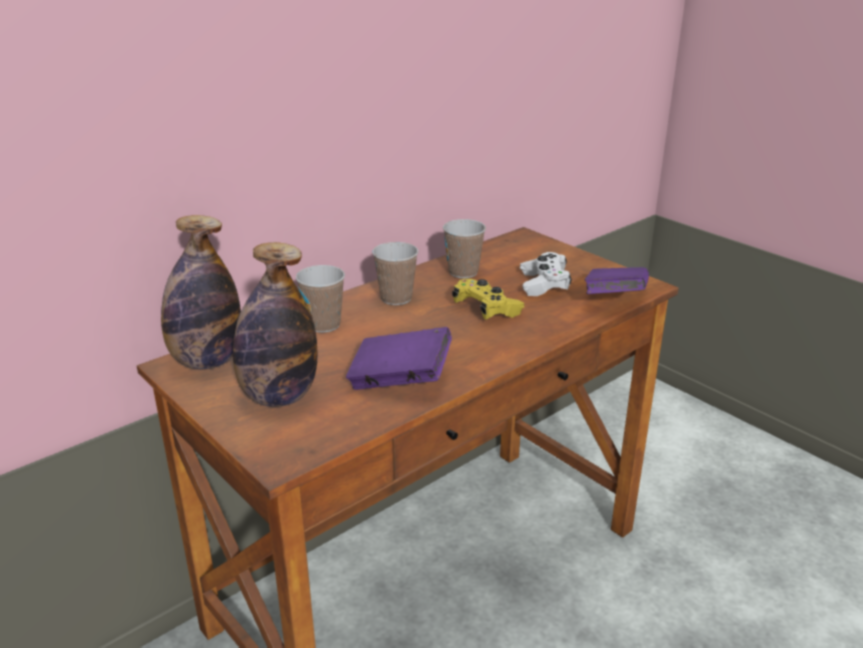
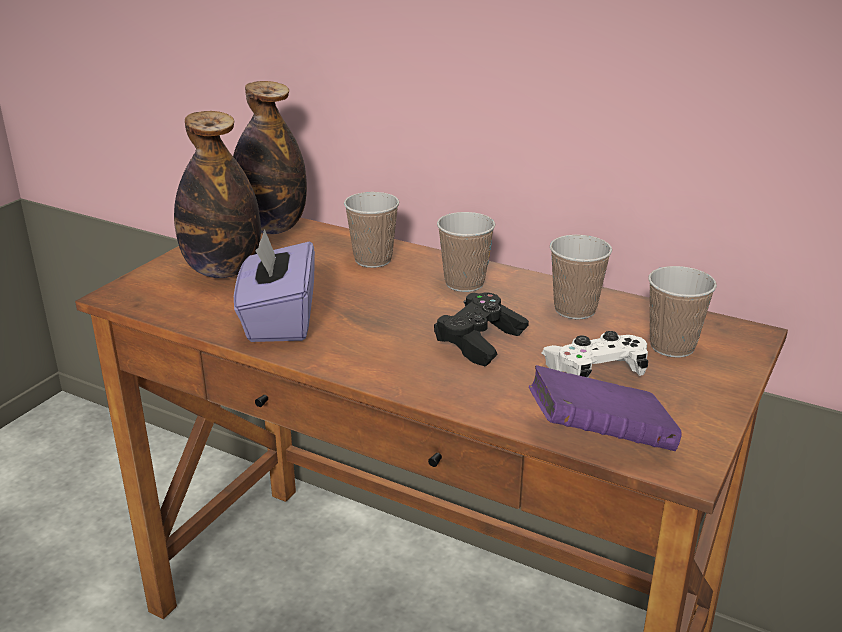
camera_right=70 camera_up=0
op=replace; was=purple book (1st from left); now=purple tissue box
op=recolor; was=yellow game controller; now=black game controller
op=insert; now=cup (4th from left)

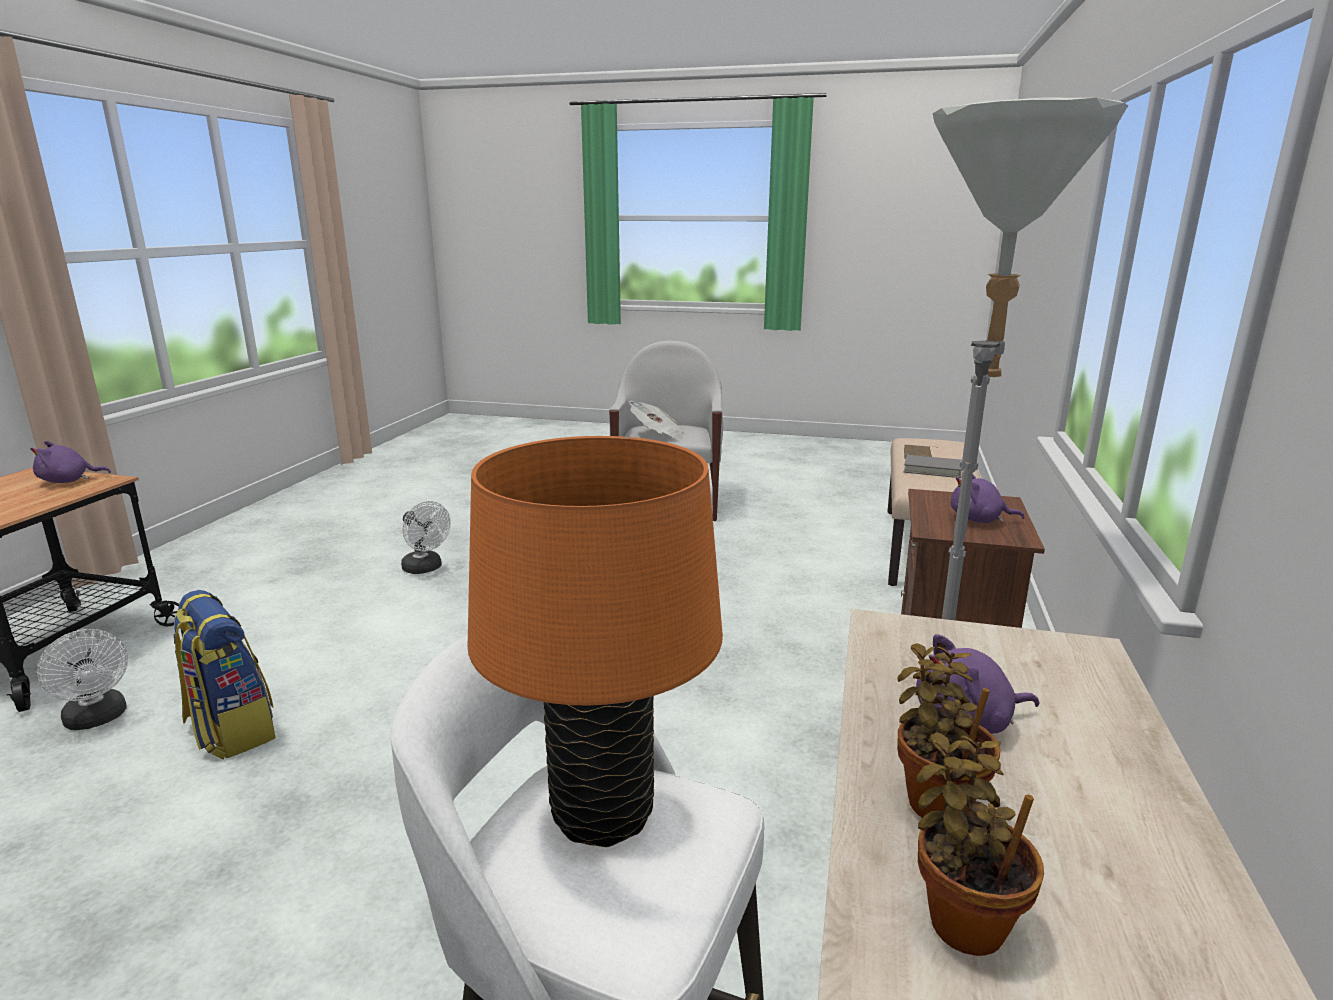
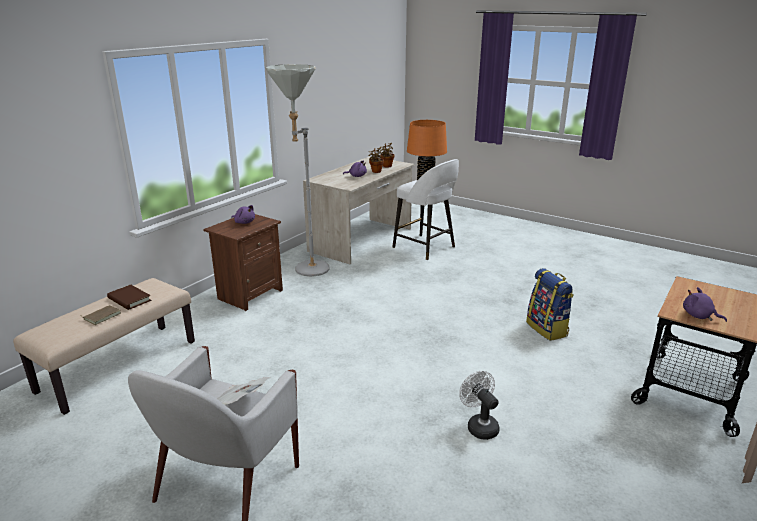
camera_right=-160 camera_up=5
op=recolor; was=grey book; now=brown book (2nd from left)
op=rotate; was=purple plush toy (1st from left in the first image); clockwise=-135
op=delete; was=white fan (1st from left)

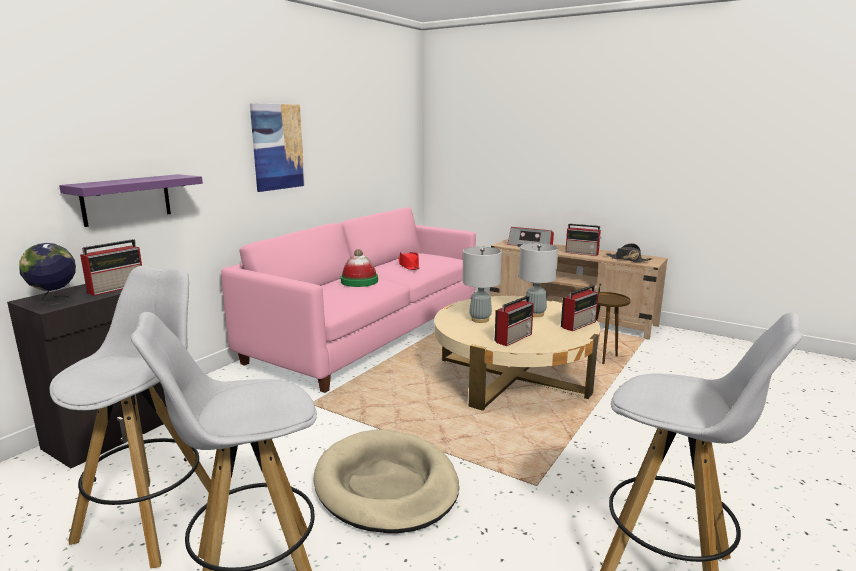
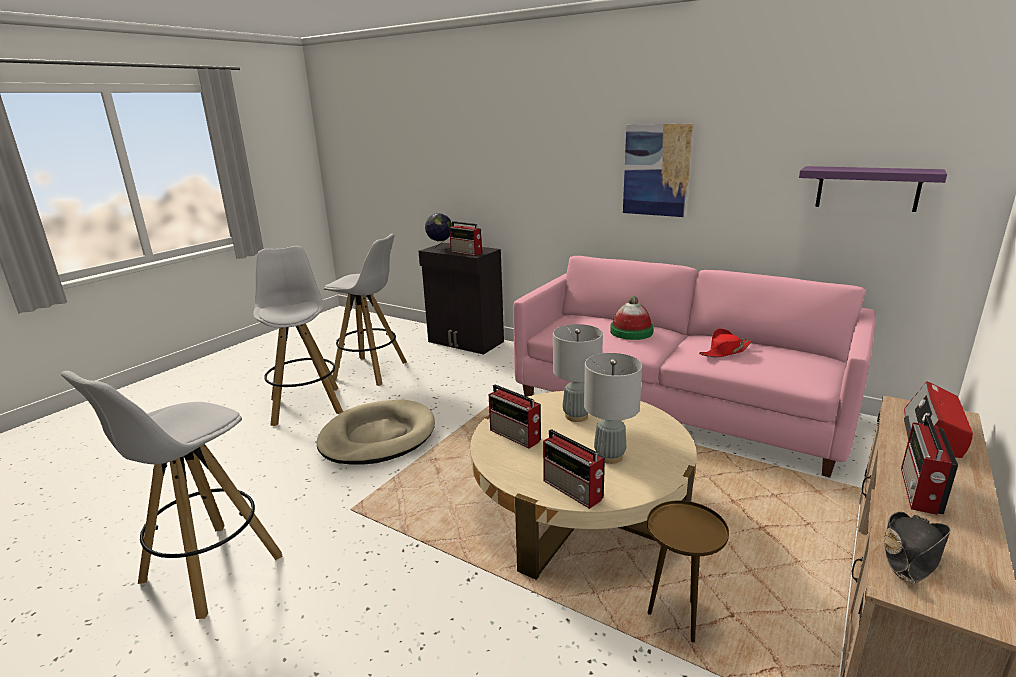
camera_right=90 camera_up=5
op=move; was=purple shelf

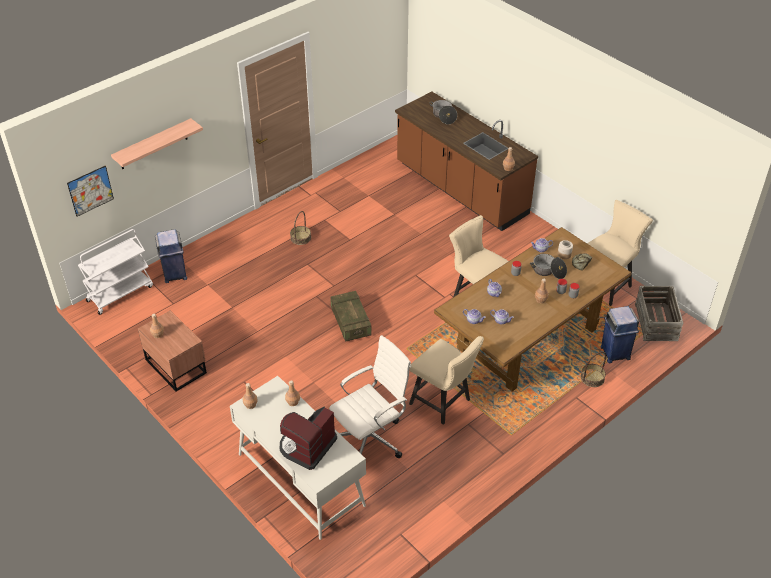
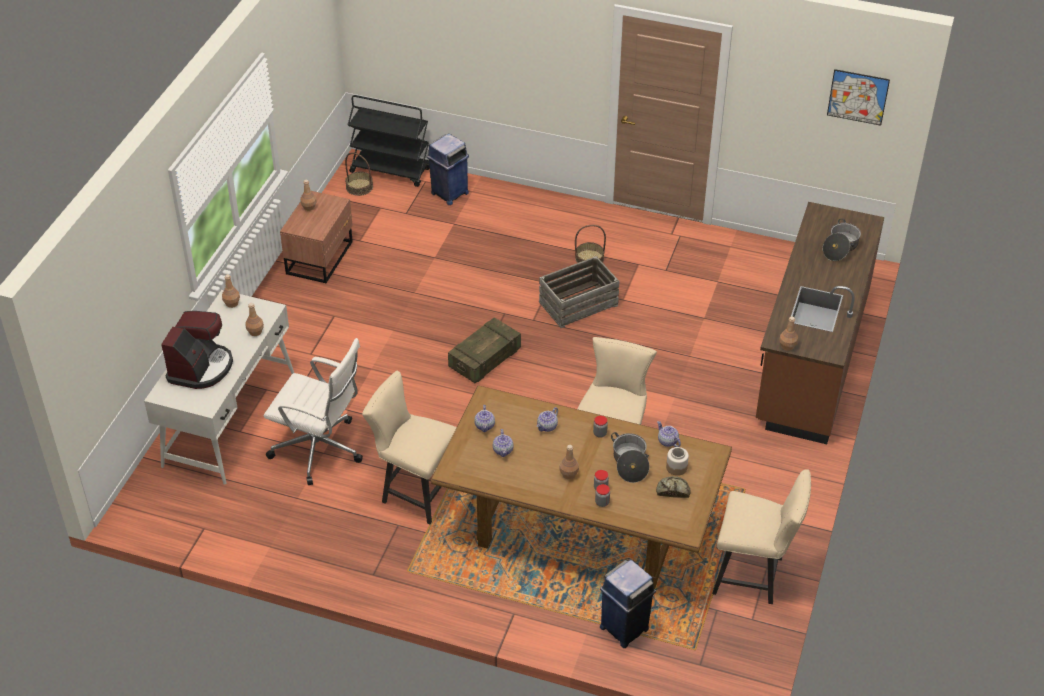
camera_right=60 camera_up=0
op=rotate; was=coffee machine; clockwise=105
op=move; was=basket (2nd from left in the first image); now=basket (1st from left)
op=recolor; was=white cart; now=black cart
op=rotate; was=beige chair (1st from left); clockwise=105
op=move; was=crate (2nd from left)
op=move; was=picture
op=delete; was=shelf

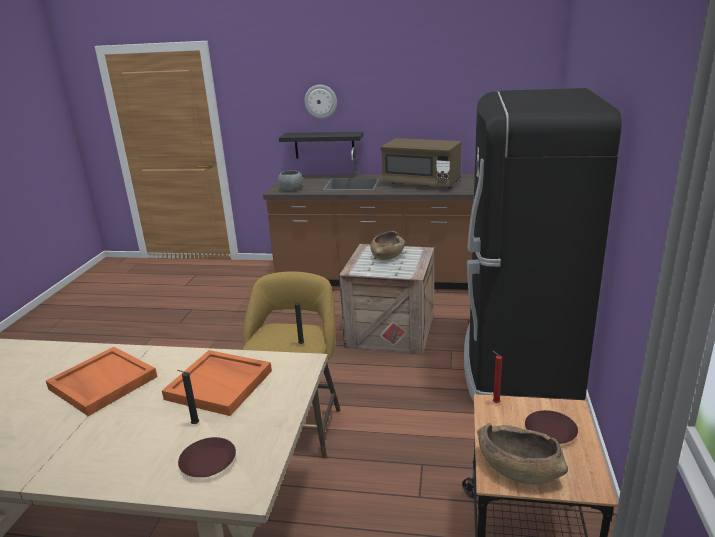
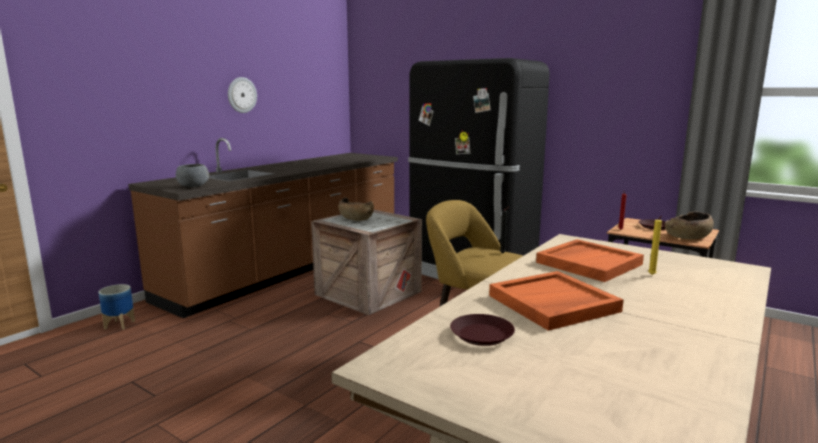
camera_right=-65 camera_up=-10
op=insert; now=planter
op=move; was=wall clock
op=move; was=brown plate (1st from left)
op=recolor; was=black candle (1st from left); now=yellow candle
op=delete; was=black shelf
op=delete; was=brown microwave

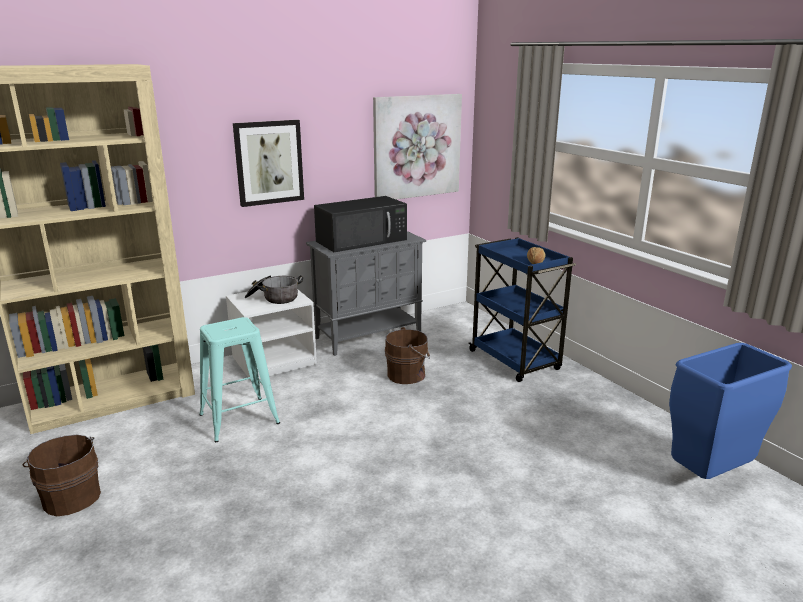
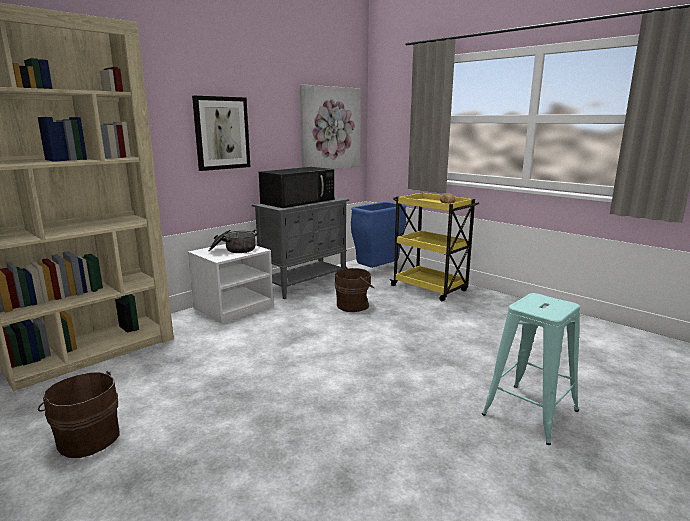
camera_right=-15 camera_up=-5
op=move; was=blue trash can
op=recolor; was=blue cart; now=yellow cart
op=move; was=turquoise stool

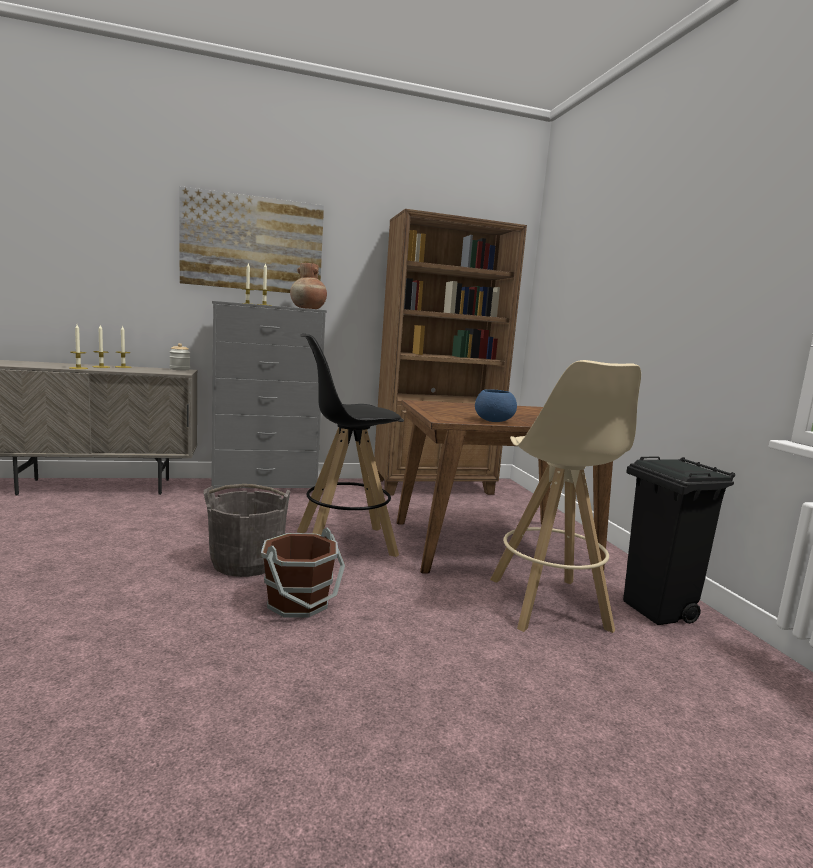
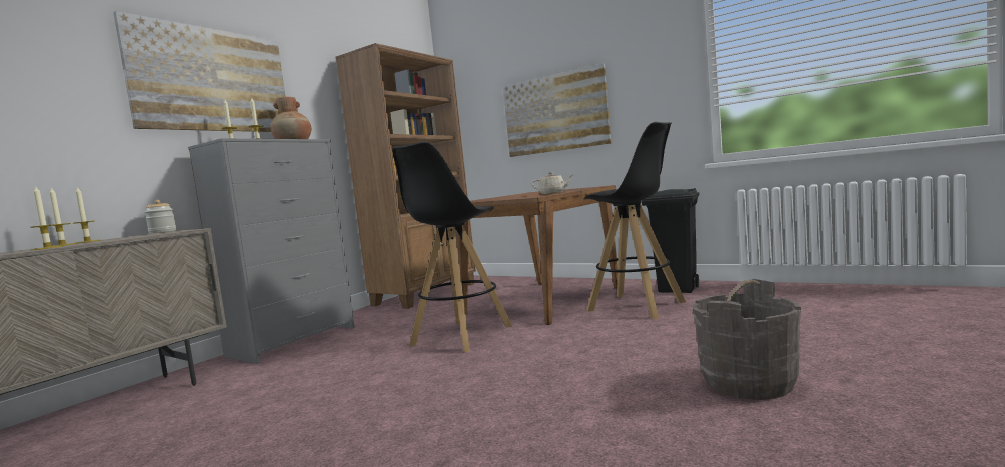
camera_right=-40 camera_up=-5
op=insert; now=picture (2nd from left)
op=replace; was=blue bowl; now=beige teapot
op=recolor; was=beige stool; now=black stool (2nd from left)
op=move; was=grey bucket
op=delete; was=brown bucket

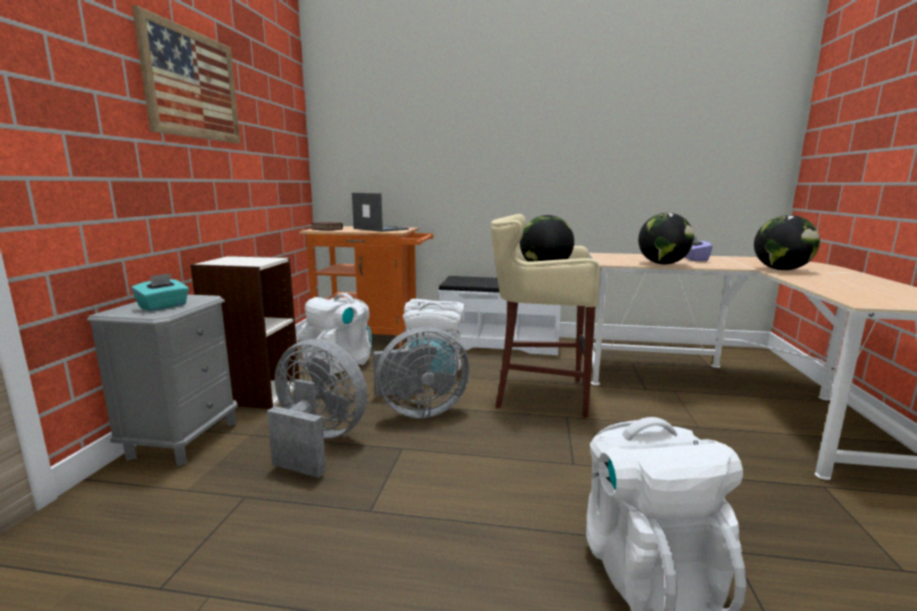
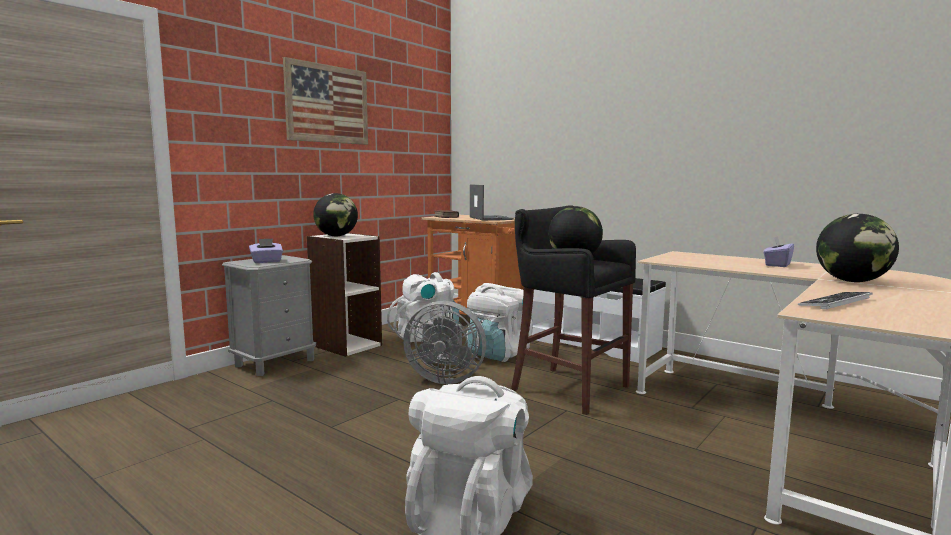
camera_right=30 camera_up=-5
op=recolor; was=turquoise tissue box; now=purple tissue box (1st from left)
op=move; was=globe (2nd from left in the first image); now=globe (1st from left)
op=recolor; was=beige stool; now=black stool
op=insert; now=keyboard
op=delete; was=grey fan (1st from left)

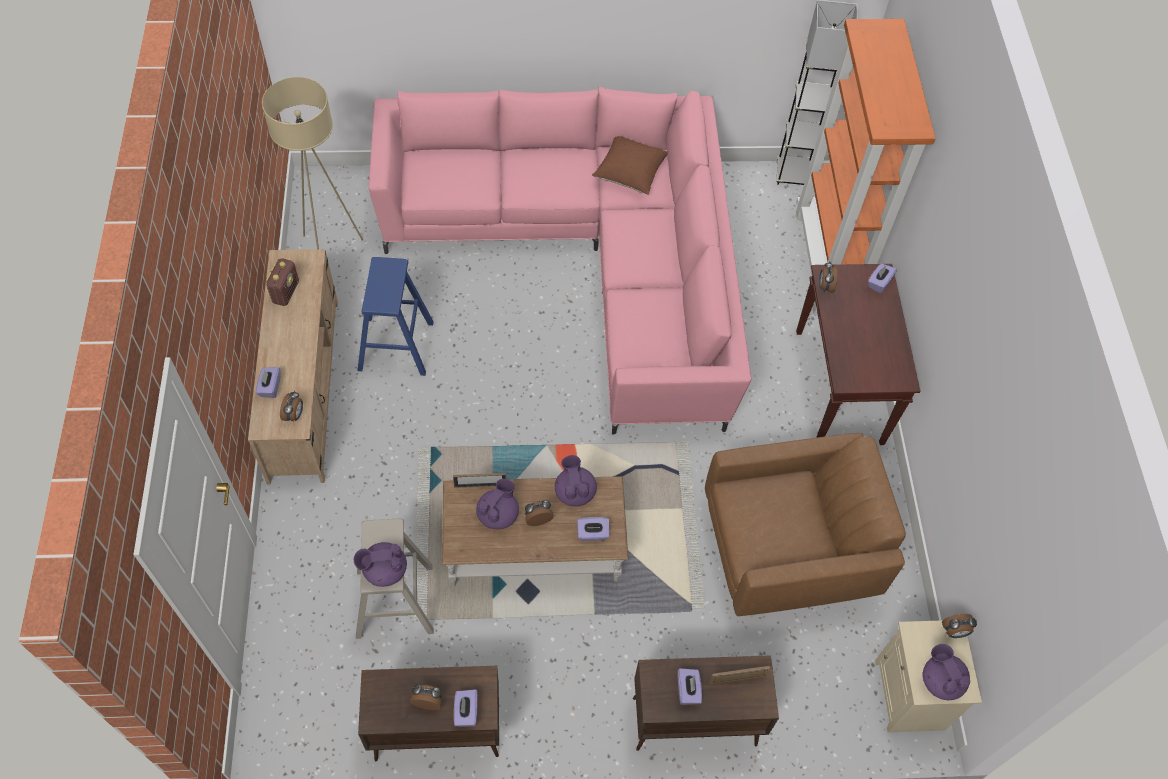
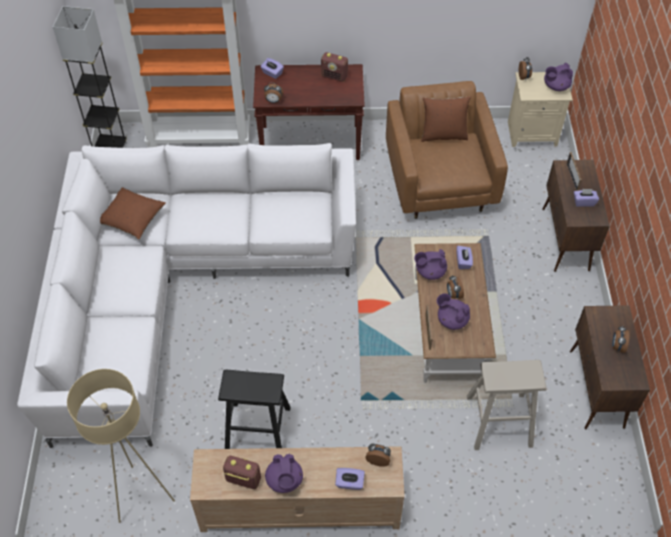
camera_right=-85 camera_up=-5
op=recolor; was=pink sofa; now=white sofa
op=recolor; was=blue stool; now=black stool
op=move; was=purple teapot (1st from left)
op=insert; now=radio (2nd from left)
op=insert; now=brown pillow (2nd from left)
op=delete; was=purple tissue box (2nd from left)

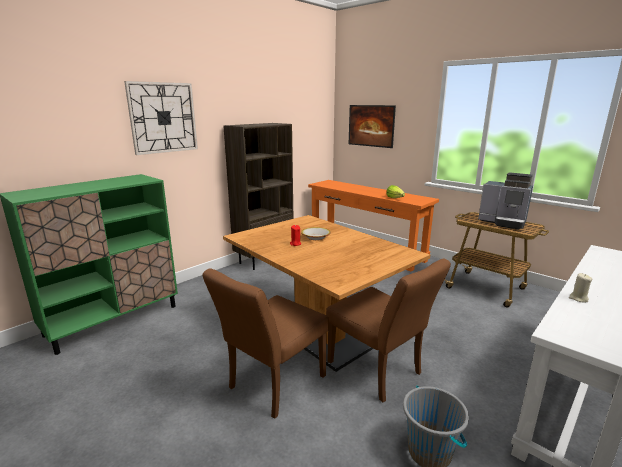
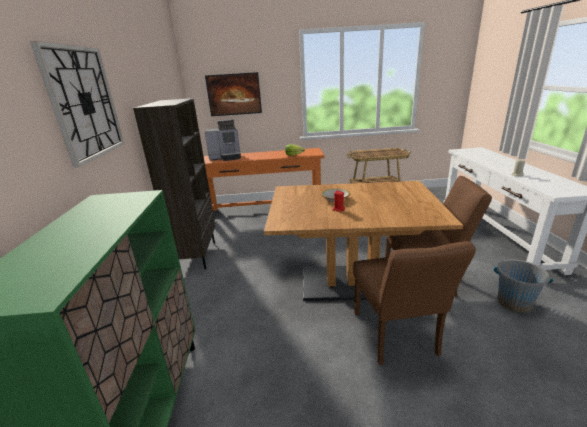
camera_right=-45 camera_up=5
op=move; was=coffee machine

